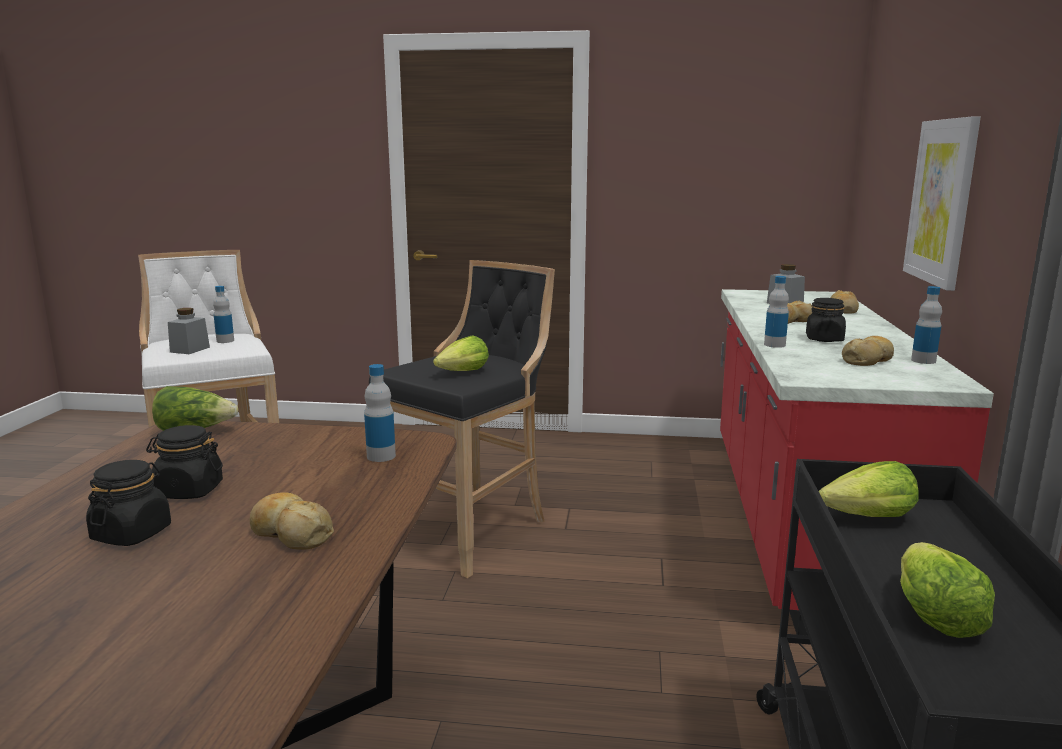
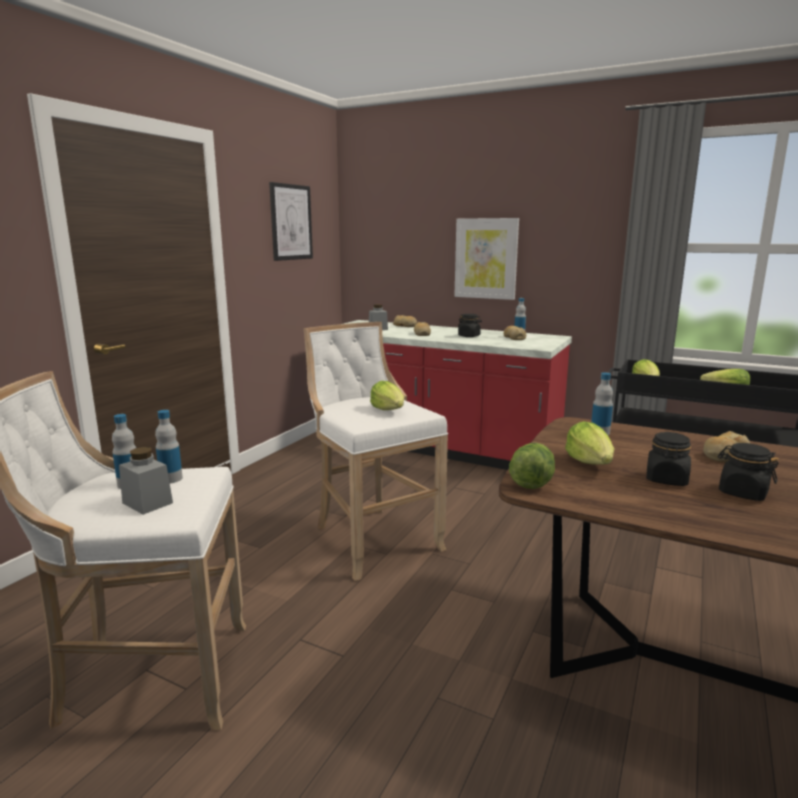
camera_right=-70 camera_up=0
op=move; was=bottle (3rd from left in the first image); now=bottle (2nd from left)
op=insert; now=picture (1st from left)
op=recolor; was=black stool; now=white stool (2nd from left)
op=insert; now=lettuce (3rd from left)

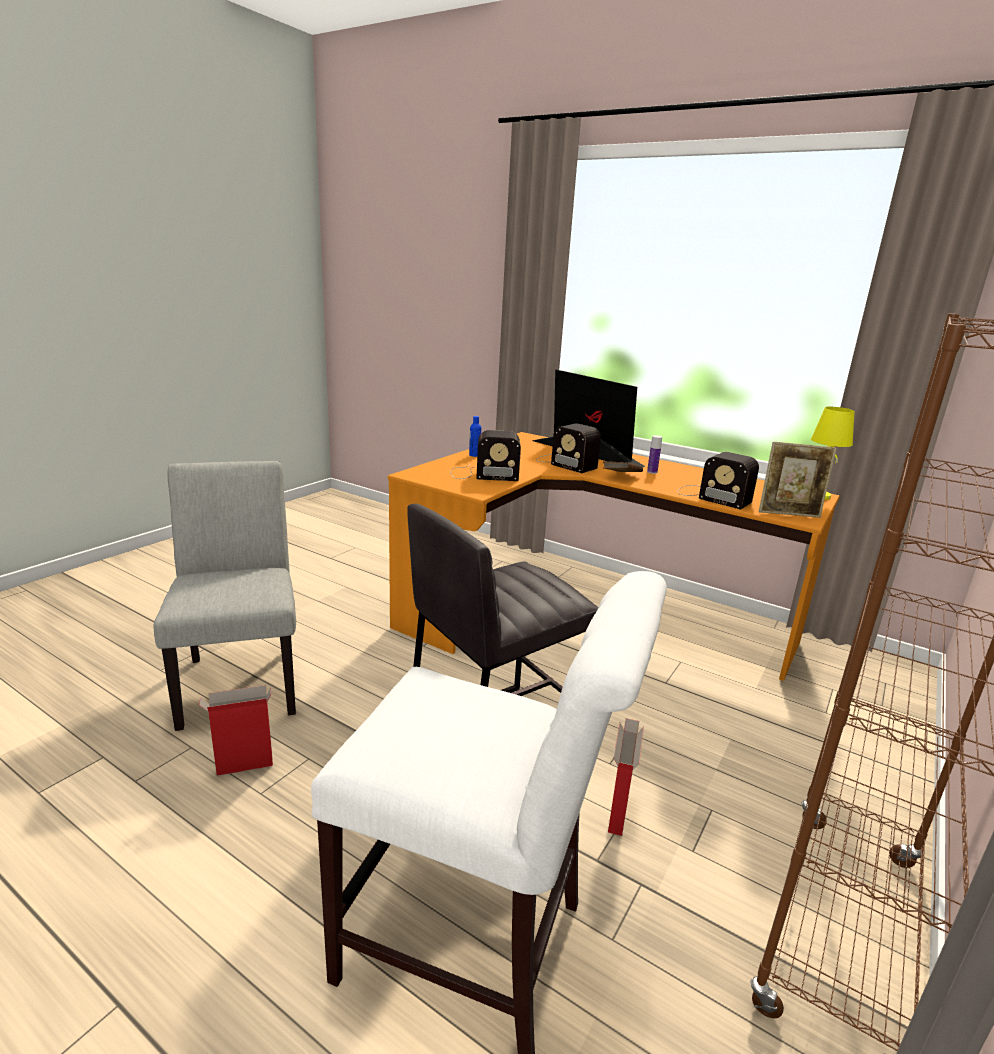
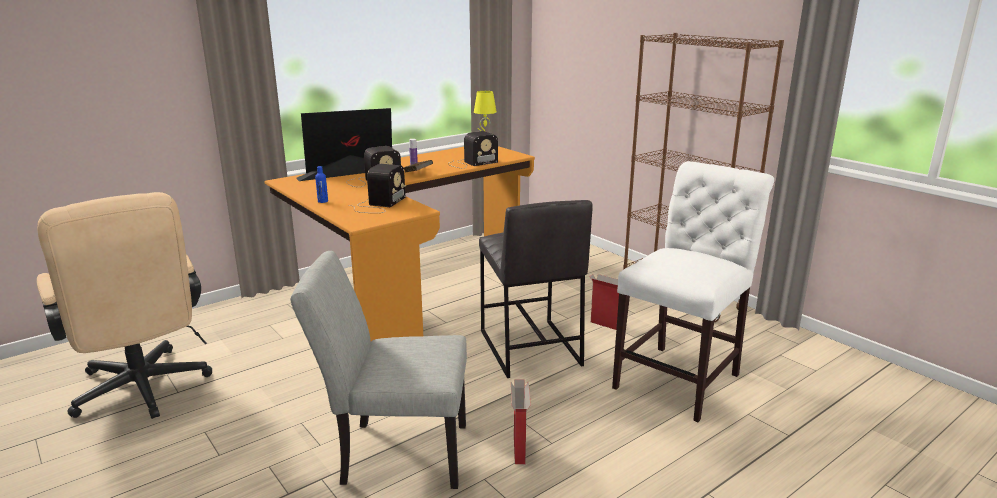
camera_right=-70 camera_up=0
op=insert; now=beige office chair
op=delete; was=picture frame

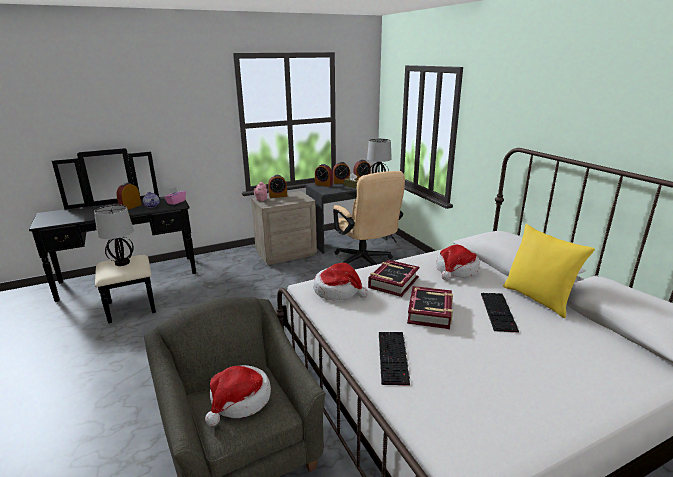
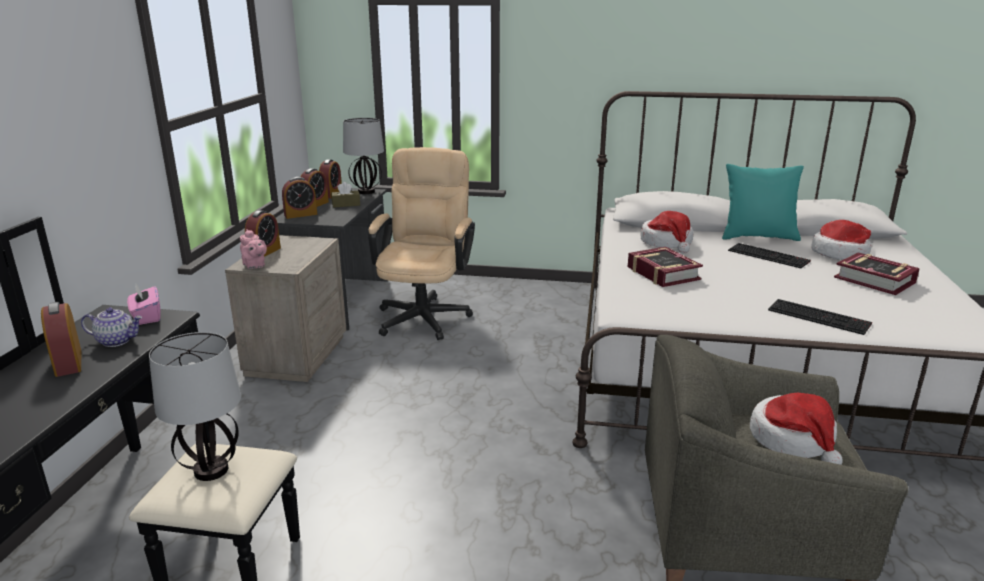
camera_right=-55 camera_up=0
op=rotate; was=beige office chair; clockwise=-90
op=recolor; was=yellow pillow; now=turquoise pillow
op=move; was=hat (2nd from left in the first image); now=hat (3rd from left)
op=move; was=book (2nd from left)

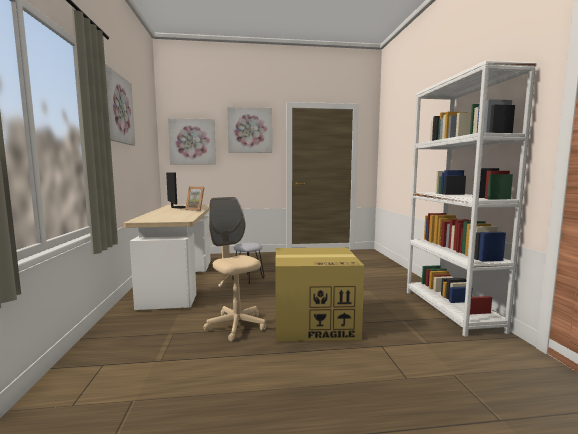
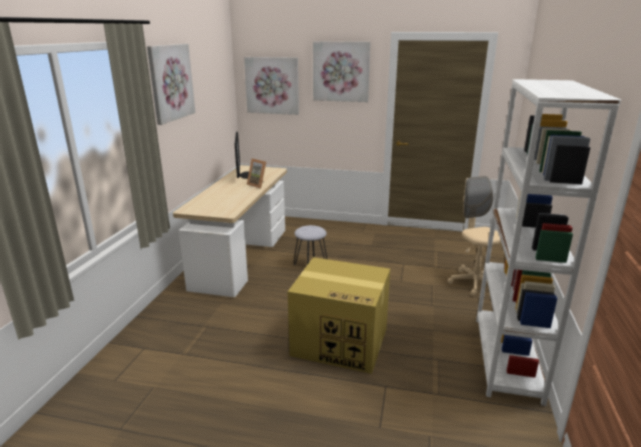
camera_right=20 camera_up=15
op=move; was=beige office chair

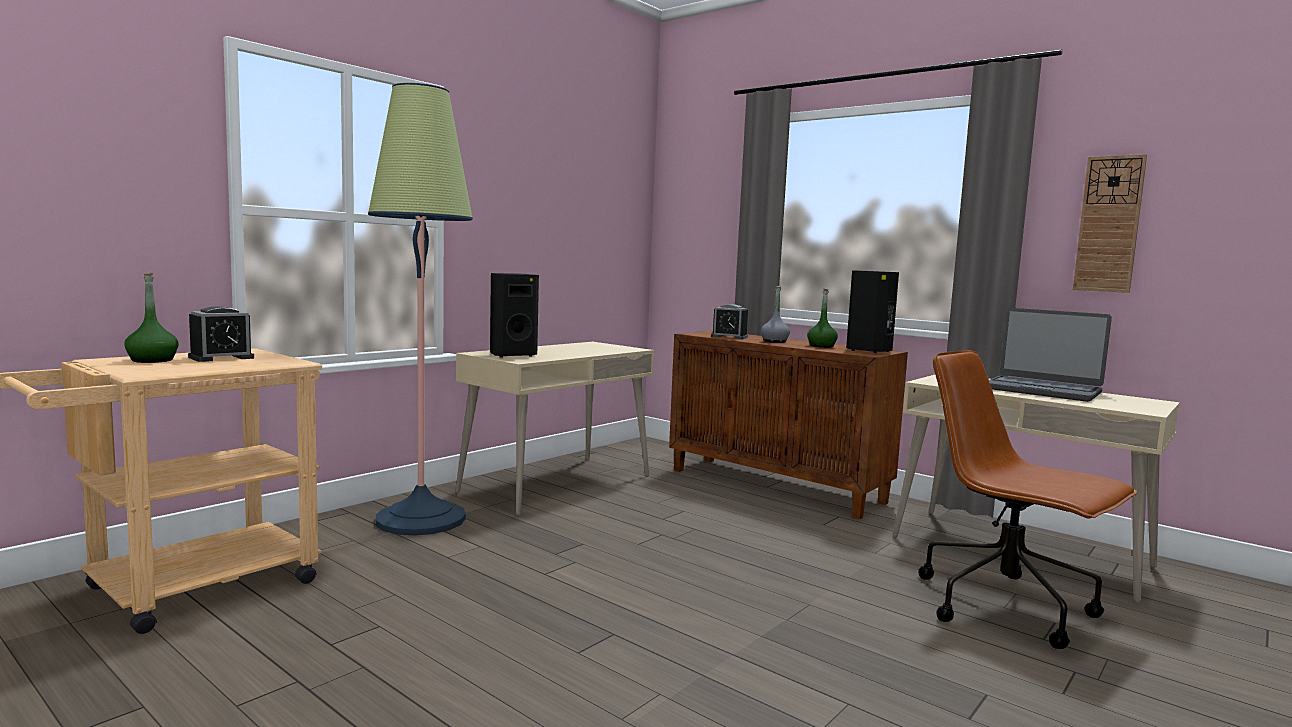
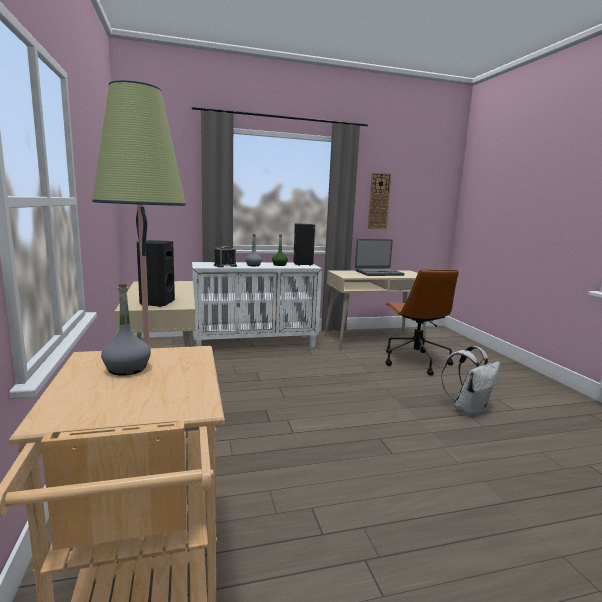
camera_right=-55 camera_up=5
op=replace; was=alarm clock (1st from left); now=grey bottle (1st from left)
op=recolor; was=brown cabinet; now=white cabinet
op=rotate; was=brown office chair; clockwise=-90
op=insert; now=white backpack
op=delete; was=green bottle (1st from left)

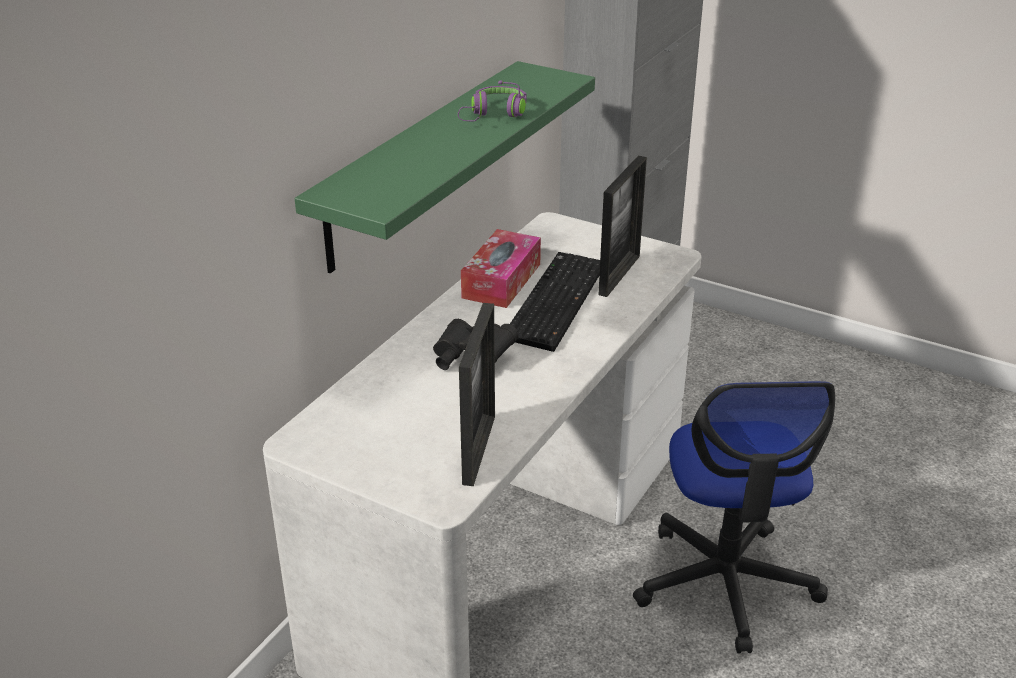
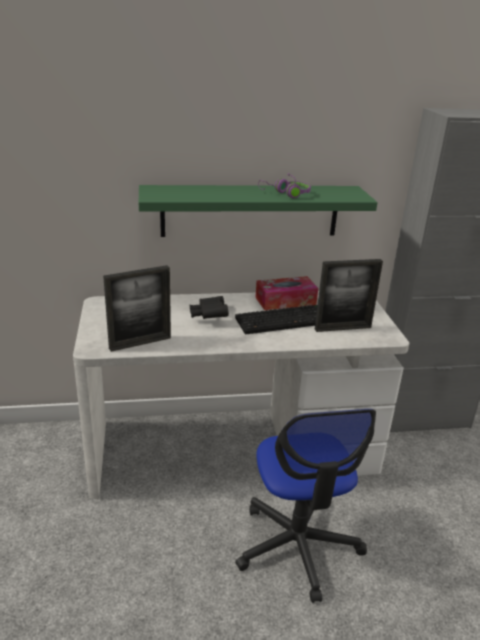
camera_right=50 camera_up=-5
op=rotate; was=office chair; clockwise=-60

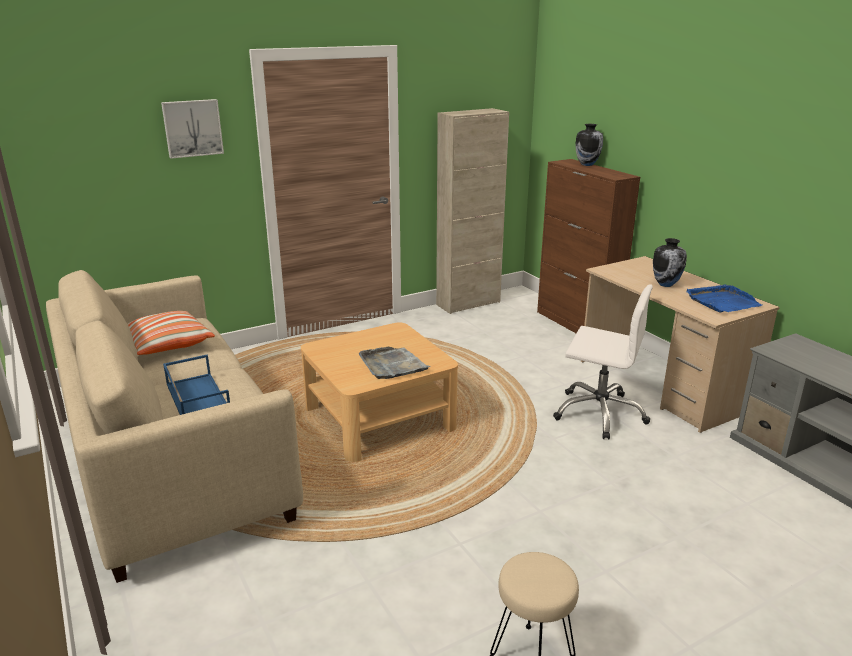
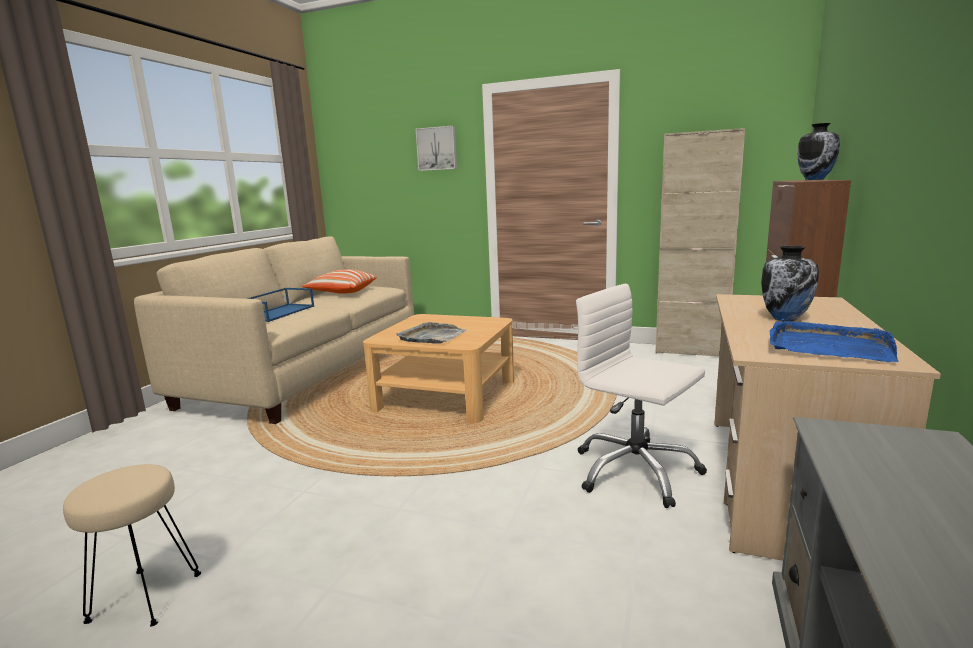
camera_right=50 camera_up=-10
op=rotate; was=white office chair; clockwise=150

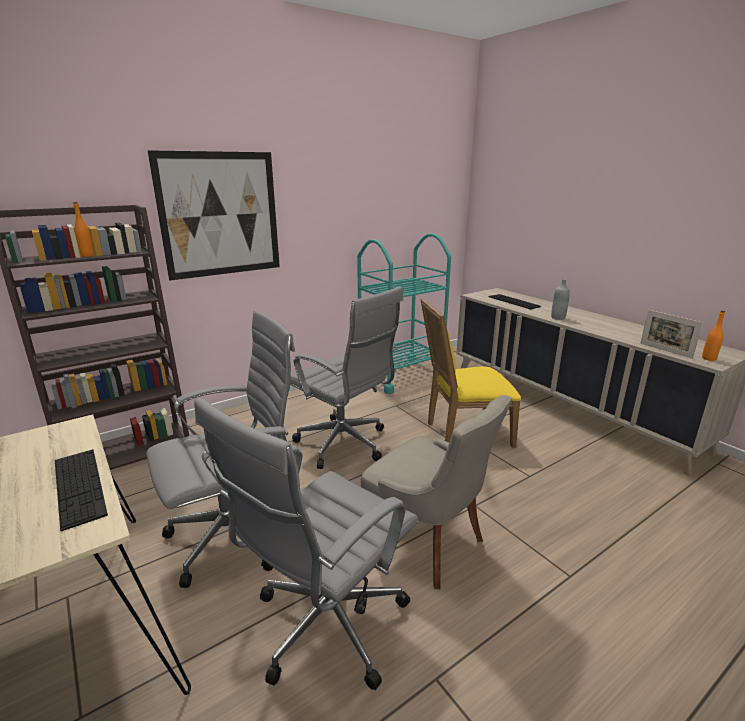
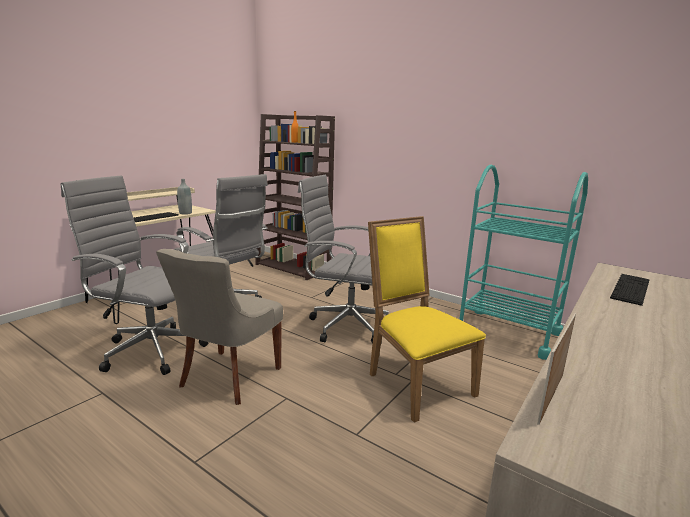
camera_right=70 camera_up=-5
op=move; was=grey bottle
op=rotate; was=grey office chair (3rd from left); clockwise=90
op=delete; was=picture
op=delete; was=orange bottle (2nd from left)

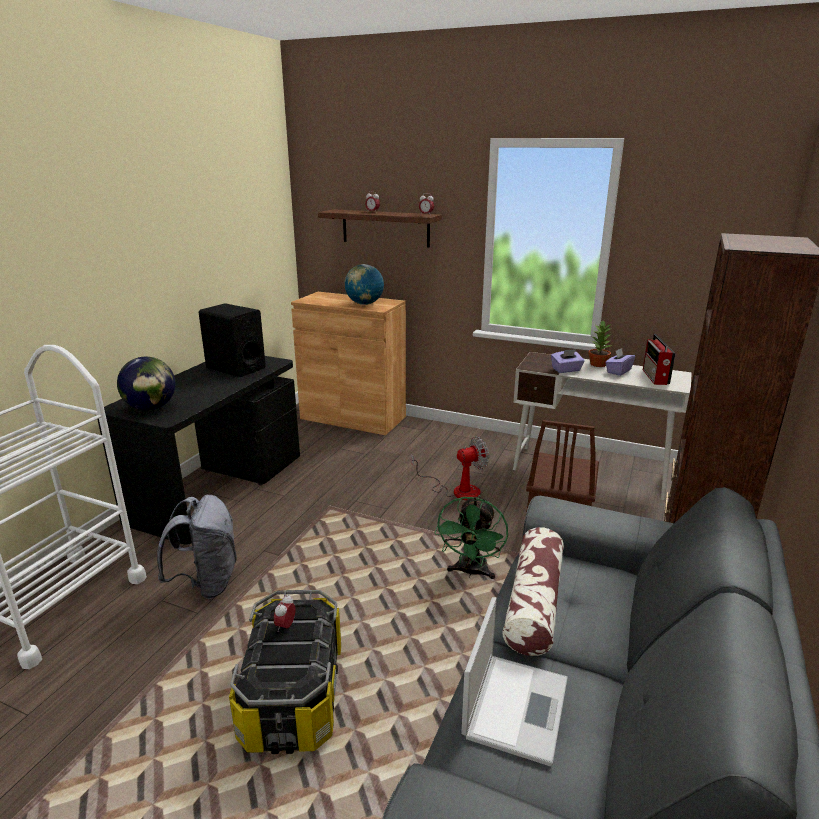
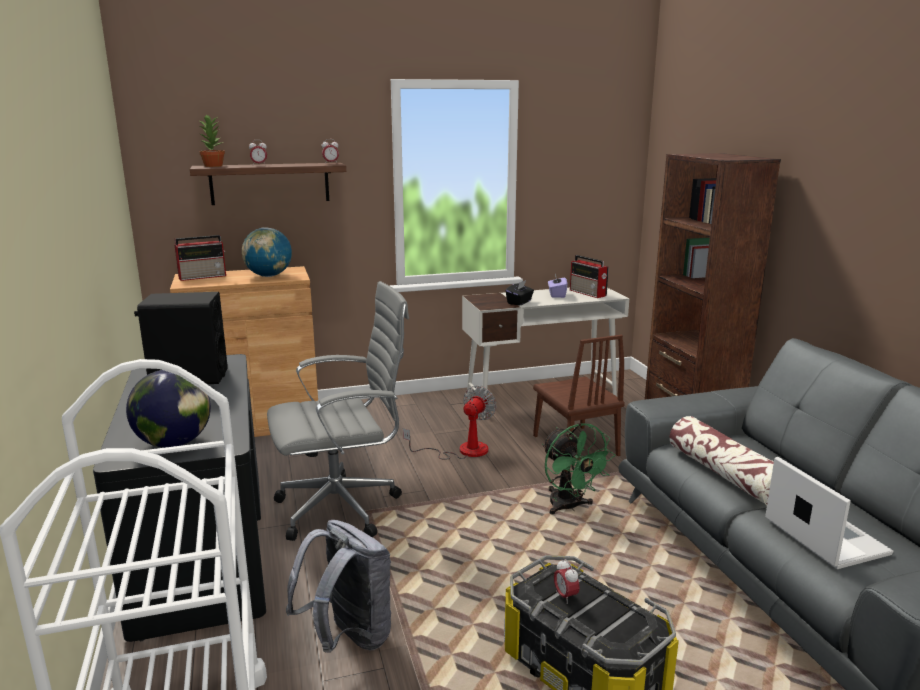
camera_right=-40 camera_up=-5
op=insert; now=radio (1st from left)
op=move; was=potted plant
op=insert; now=grey office chair
op=recolor; was=purple tissue box (1st from left); now=black tissue box

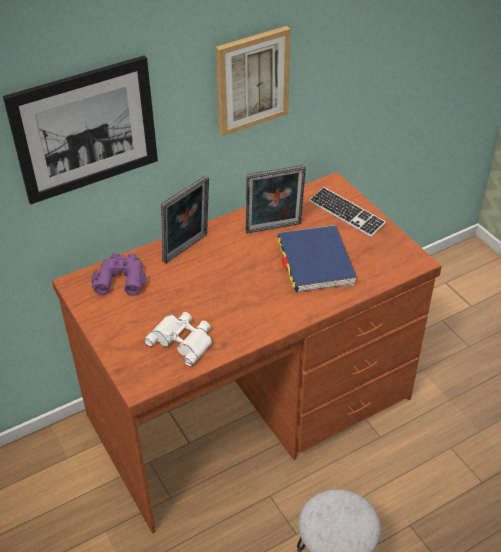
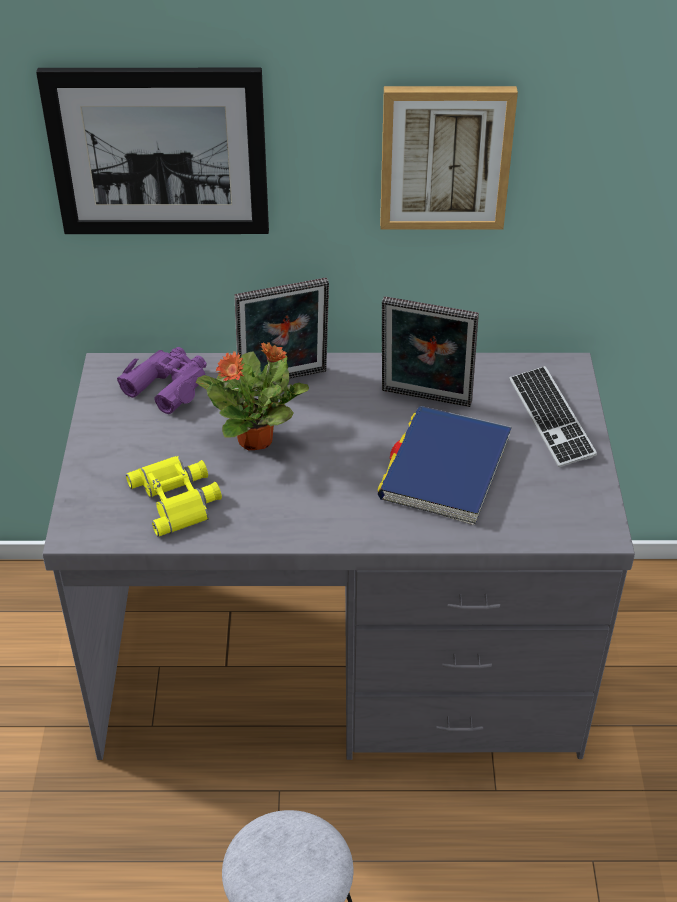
camera_right=30 camera_up=0
op=recolor; was=brown desk; now=grey desk
op=recolor; was=white binoculars; now=yellow binoculars
op=insert; now=potted plant

